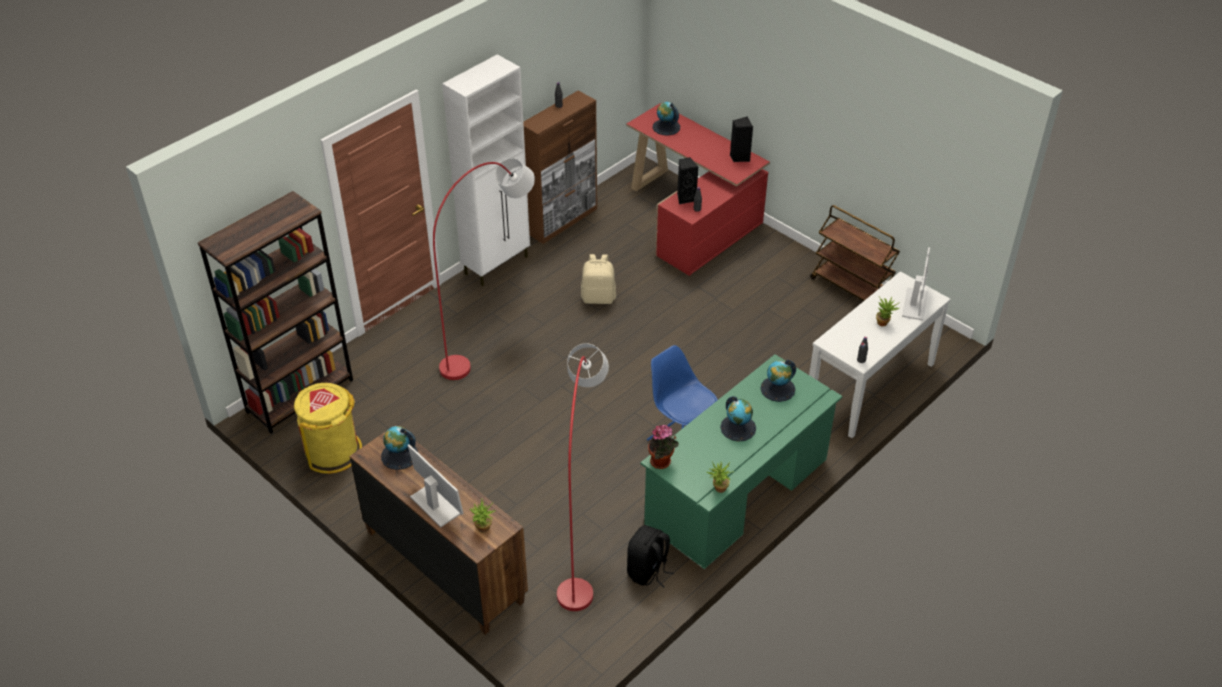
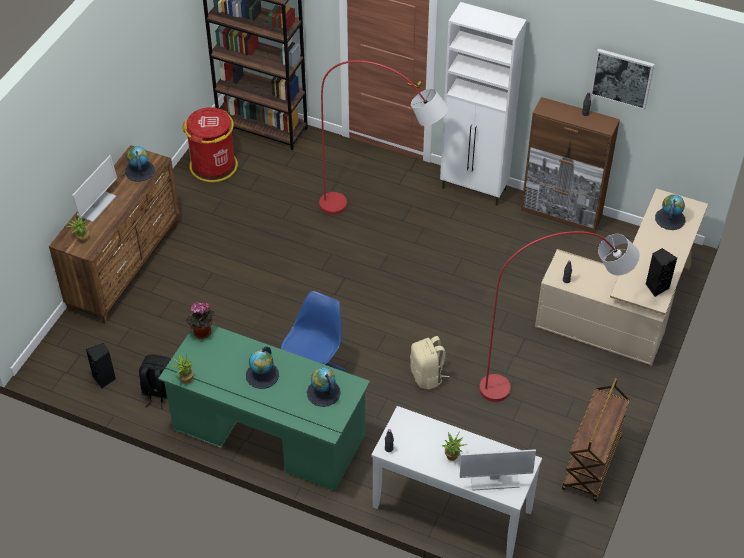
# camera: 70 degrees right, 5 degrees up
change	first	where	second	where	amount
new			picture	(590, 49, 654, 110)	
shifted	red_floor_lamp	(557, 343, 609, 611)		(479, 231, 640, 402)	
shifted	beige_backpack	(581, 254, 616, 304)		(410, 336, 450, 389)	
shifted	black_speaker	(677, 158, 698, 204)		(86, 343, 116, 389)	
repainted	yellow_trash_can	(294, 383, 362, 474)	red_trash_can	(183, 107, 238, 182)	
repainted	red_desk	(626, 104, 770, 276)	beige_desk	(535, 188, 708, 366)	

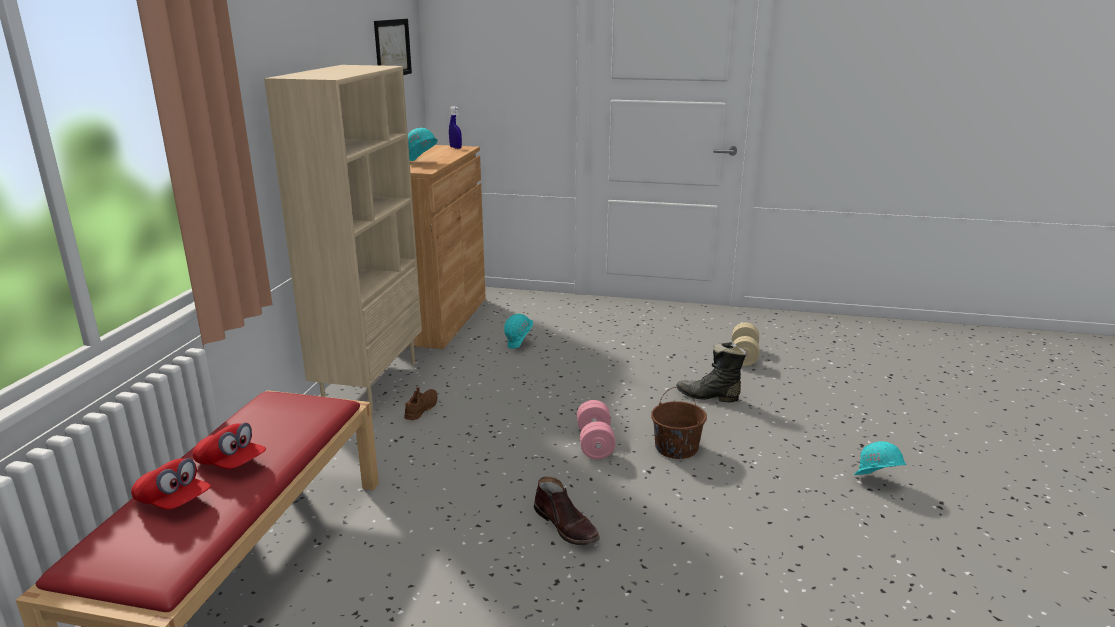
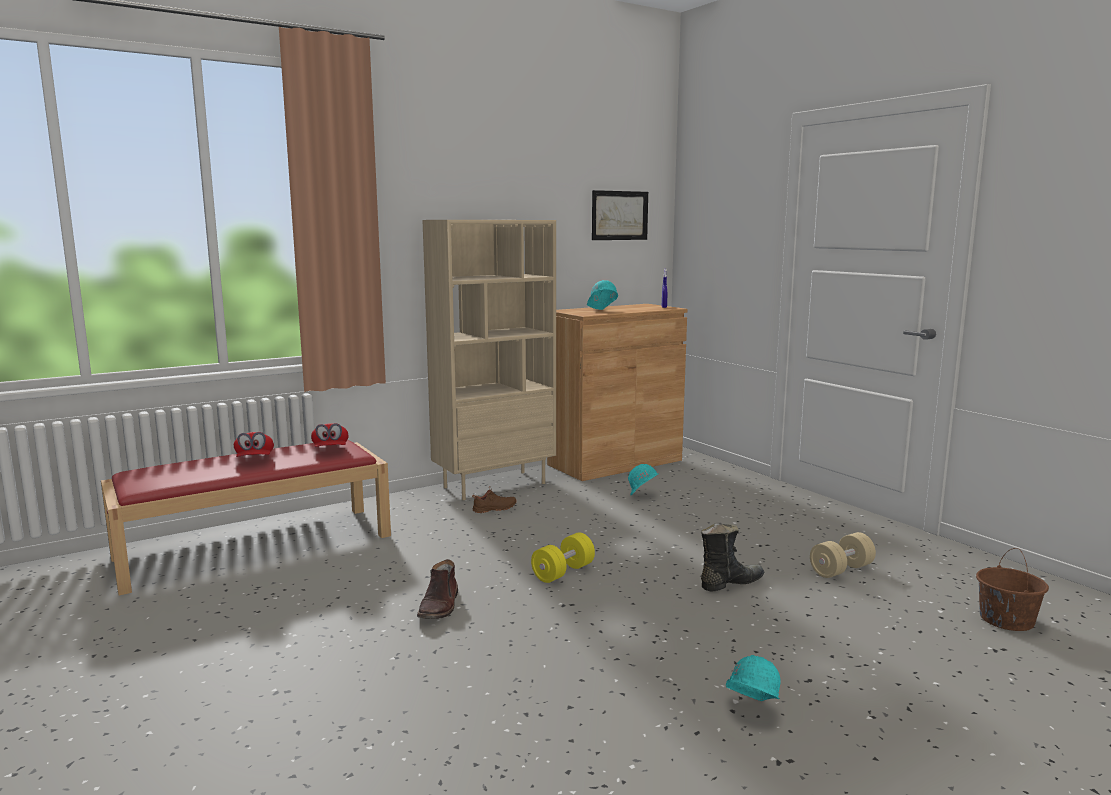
# camera: 45 degrees right, 10 degrees down
change	first	where	second	where	amount
shifted	red_cap	(131, 458, 211, 510)		(311, 423, 348, 447)	
shifted	brown_bucket	(651, 387, 707, 459)		(976, 548, 1049, 631)	
repainted	pink_dumbbell	(577, 400, 616, 459)	yellow_dumbbell	(531, 532, 595, 583)	
rotated	black_boot	(676, 342, 746, 403)		(701, 524, 764, 592)	90 degrees clockwise

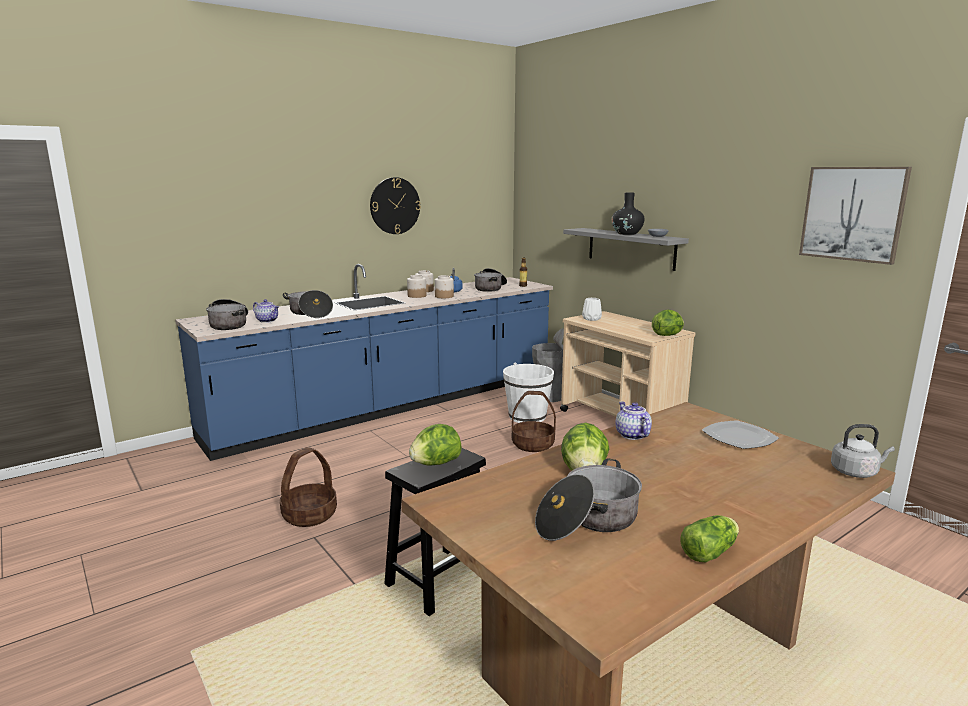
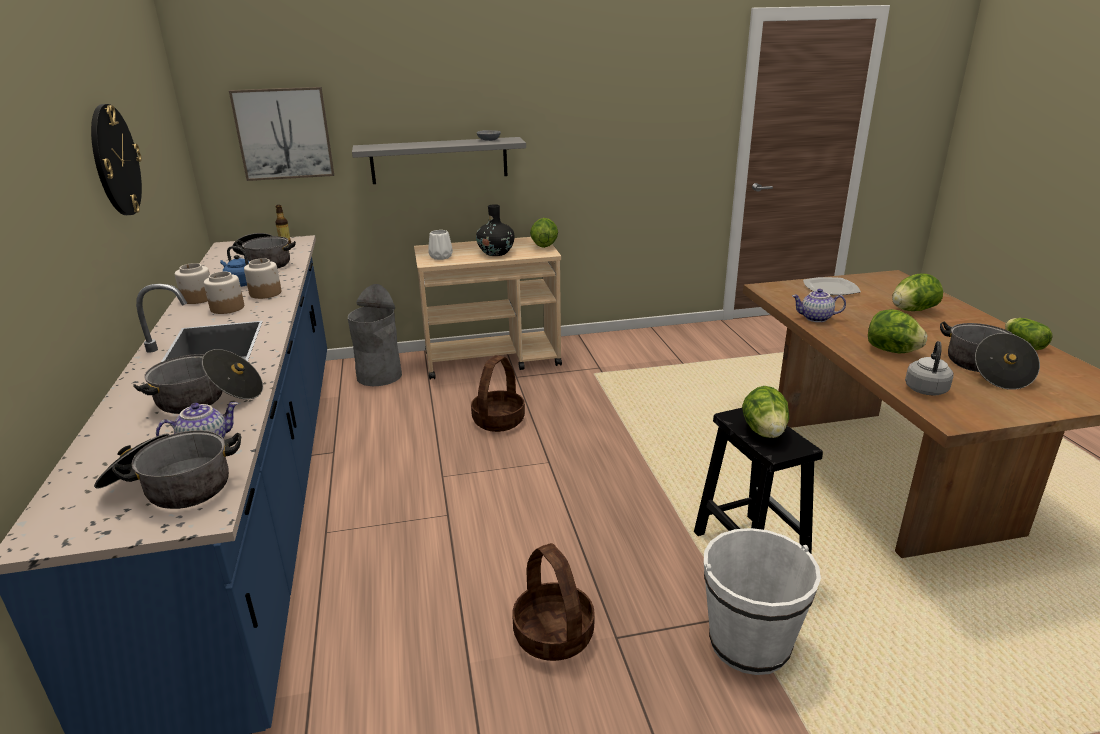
# camera: 65 degrees left, 10 degrees up
change	first	where	second	where	amount
new			lettuce	(892, 273, 943, 311)	
shifted	white_bucket	(503, 363, 554, 423)		(704, 528, 821, 675)	
shifted	black_vase	(612, 193, 644, 235)		(476, 204, 515, 256)	
shifted	picture	(799, 167, 912, 265)		(229, 87, 334, 181)	
shifted	grey_kettle	(831, 424, 895, 478)		(905, 341, 954, 396)	

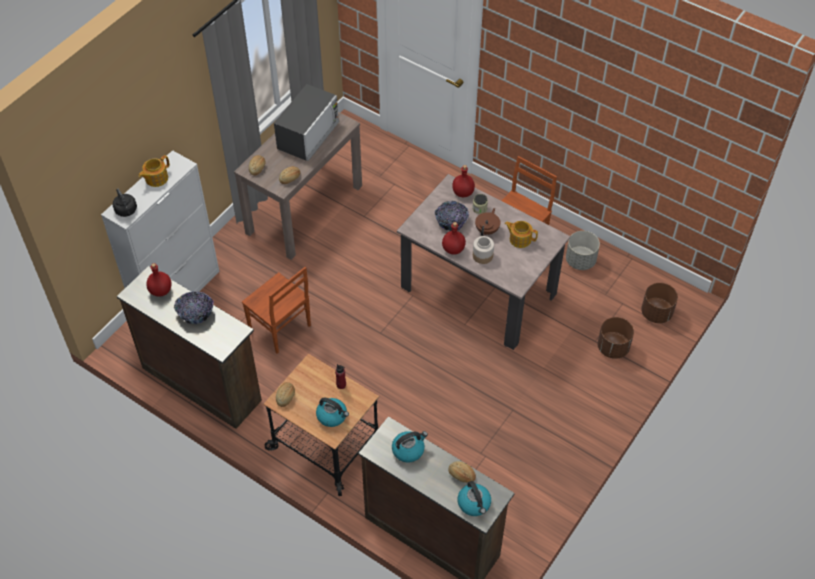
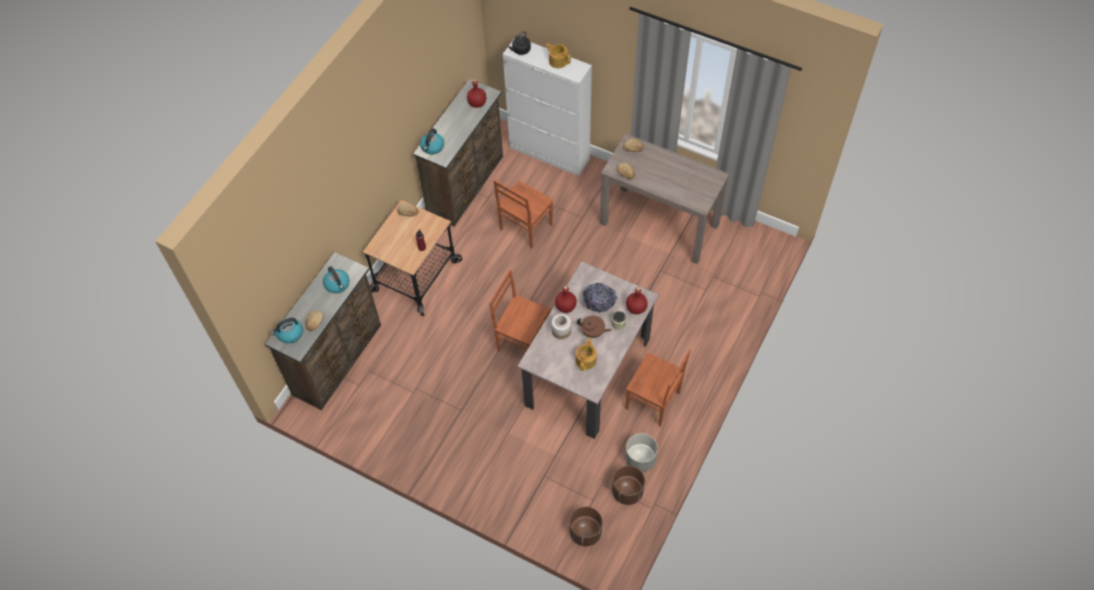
# camera: 85 degrees right, 5 degrees up
change	first	where	second	where	amount
gone	bowl	(174, 291, 214, 324)			
gone	microwave	(274, 84, 339, 161)			
new			brown_chair	(489, 270, 550, 352)	
shifted	kettle	(316, 398, 349, 427)		(420, 128, 444, 154)	
shifted	brown_planter	(598, 317, 634, 359)		(612, 466, 645, 505)	

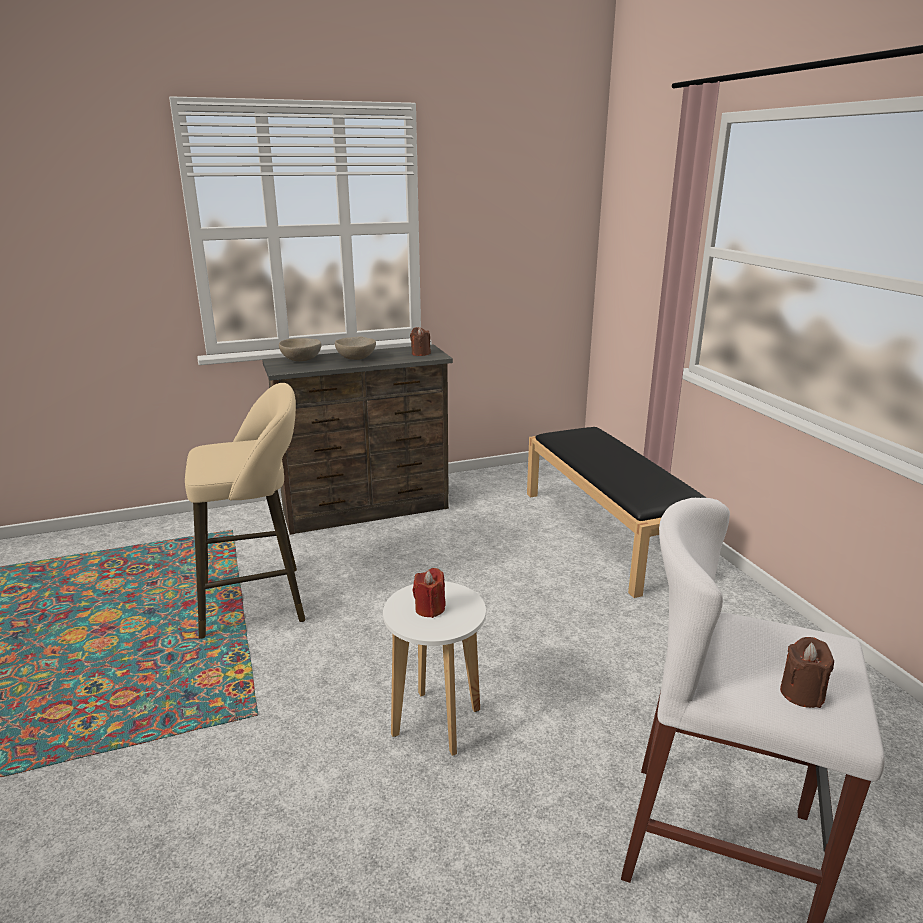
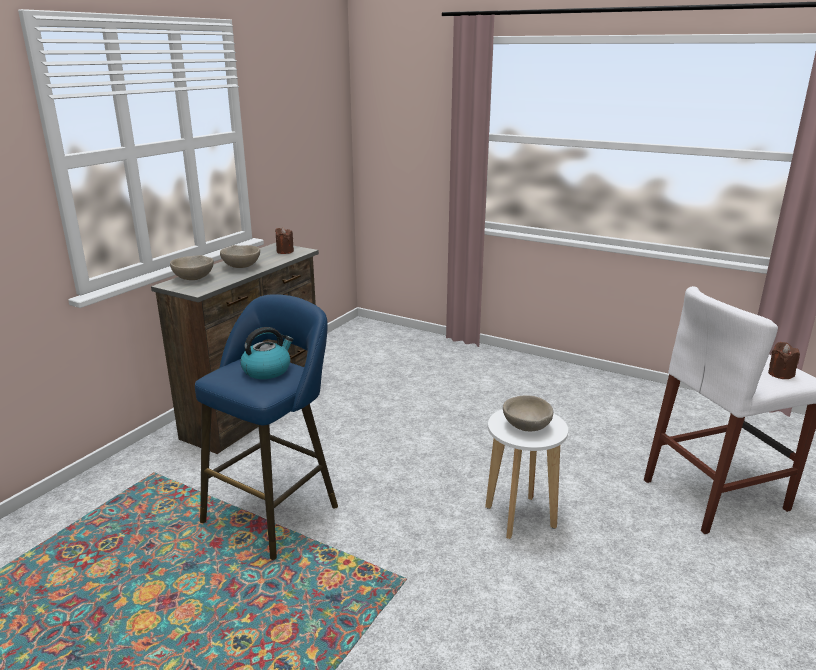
# camera: 40 degrees left, 0 degrees up
change	first	where	second	where	amount
gone	black_bench	(527, 427, 706, 598)			
new			kettle	(241, 327, 294, 379)	
swapped	red_candle	(413, 568, 445, 618)	beige_bowl	(503, 395, 553, 431)	
repainted	beige_stool	(185, 383, 305, 639)	blue_stool	(195, 294, 338, 560)	

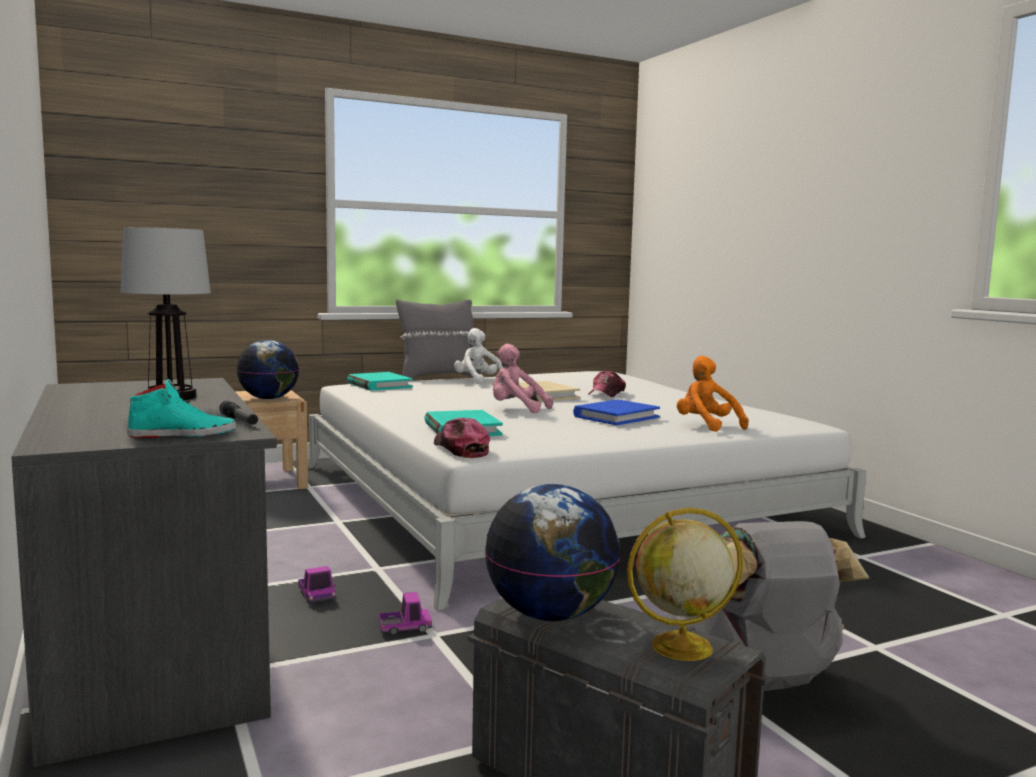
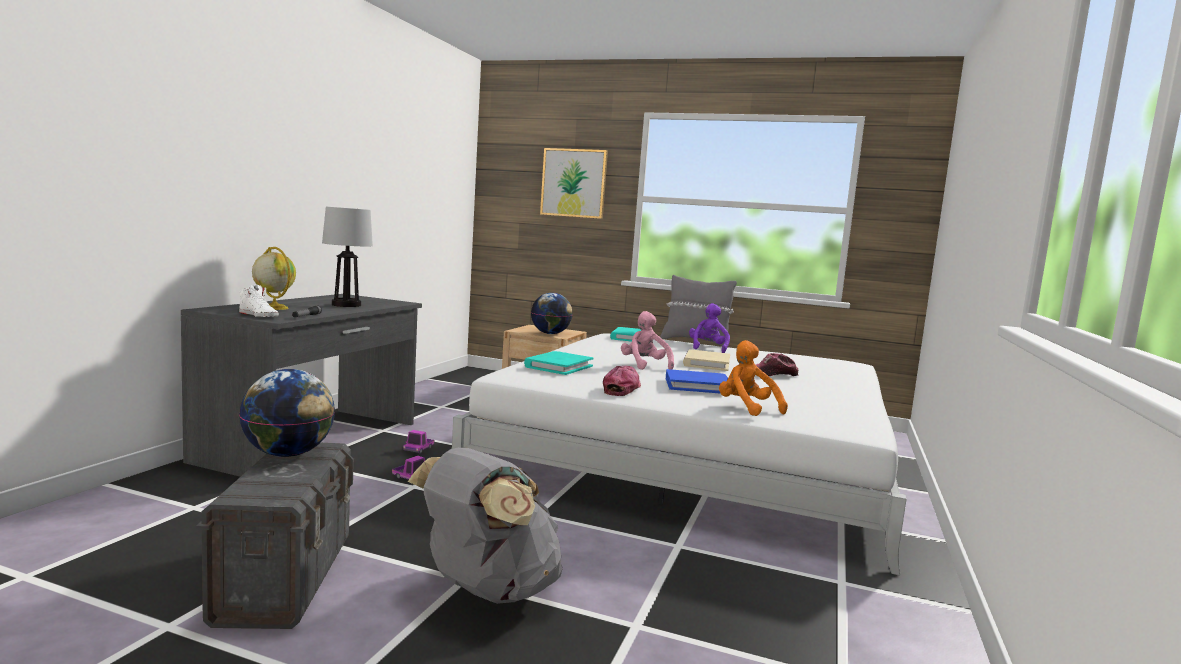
# camera: 45 degrees right, 0 degrees up
change	first	where	second	where	amount
new			picture	(540, 148, 608, 219)	
shifted	cap	(434, 418, 490, 458)		(603, 366, 641, 396)	
shifted	globe	(627, 508, 743, 661)		(252, 247, 296, 310)	
repainted	turquoise_shoe	(127, 379, 236, 438)	white_shoe	(239, 285, 279, 317)	
repainted	white_plush_toy	(454, 328, 503, 384)	purple_plush_toy	(689, 303, 730, 353)	
rotated	orange_plush_toy	(677, 356, 749, 432)		(719, 340, 788, 416)	45 degrees counterclockwise

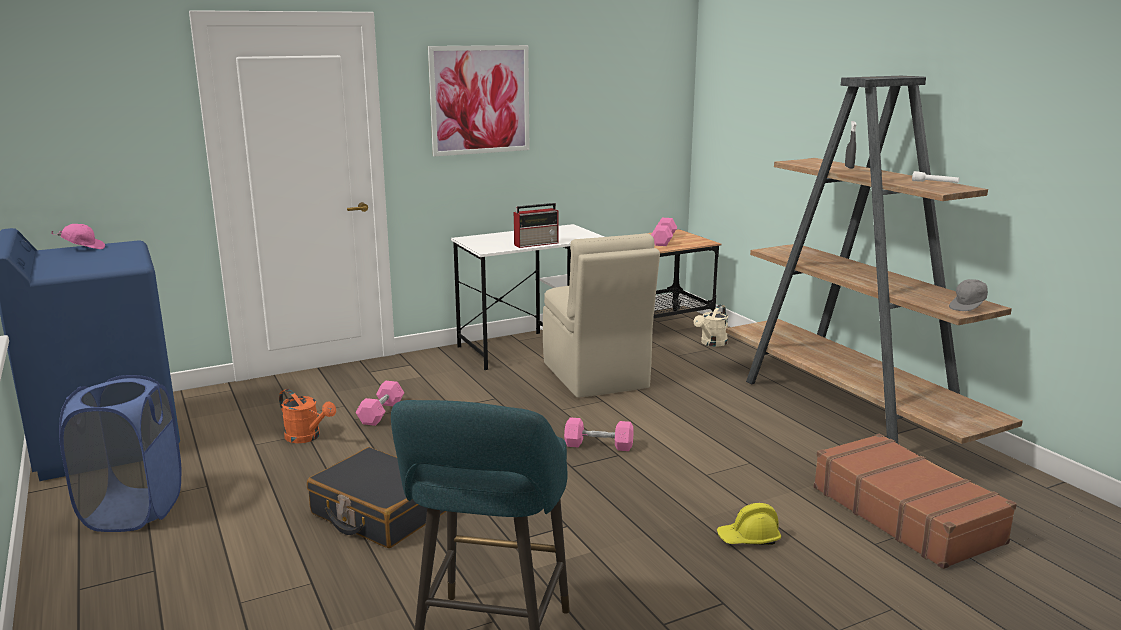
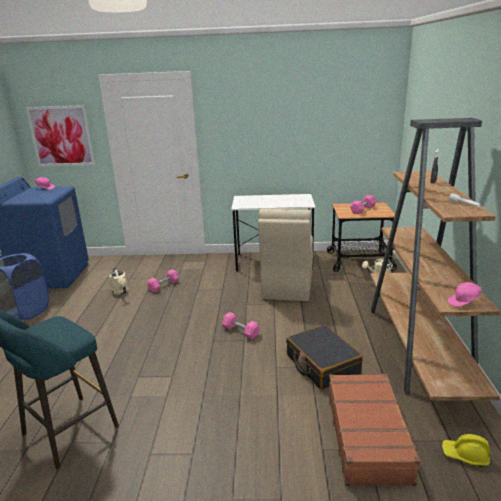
# camera: 30 degrees right, 5 degrees up
change	first	where	second	where	amount
gone	radio	(514, 203, 558, 248)			
shifted	black_suitcase	(307, 447, 446, 548)		(286, 325, 363, 390)	
shifted	picture	(428, 45, 530, 157)		(26, 105, 95, 167)	
shifted	yellow_hard_hat	(717, 503, 781, 545)		(442, 434, 490, 467)	
repainted	orange_watering_can	(279, 389, 336, 443)	beige_watering_can	(109, 267, 129, 295)	
repainted	grey_cap	(949, 279, 988, 311)	pink_cap	(448, 282, 484, 307)	

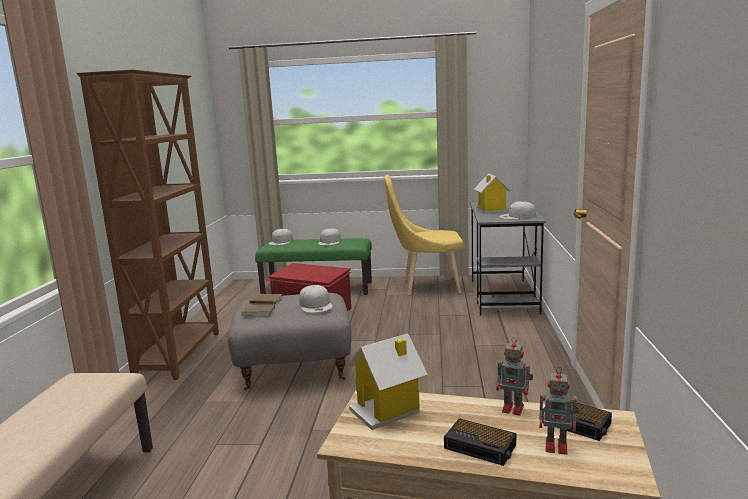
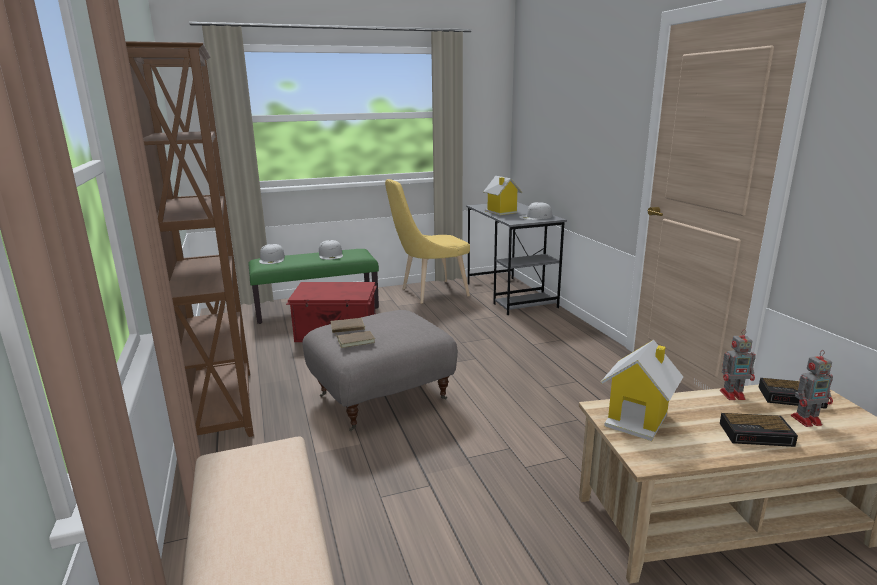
# camera: 25 degrees left, 5 degrees up
change	first	where	second	where	amount
gone	white_cap	(299, 285, 333, 313)			

